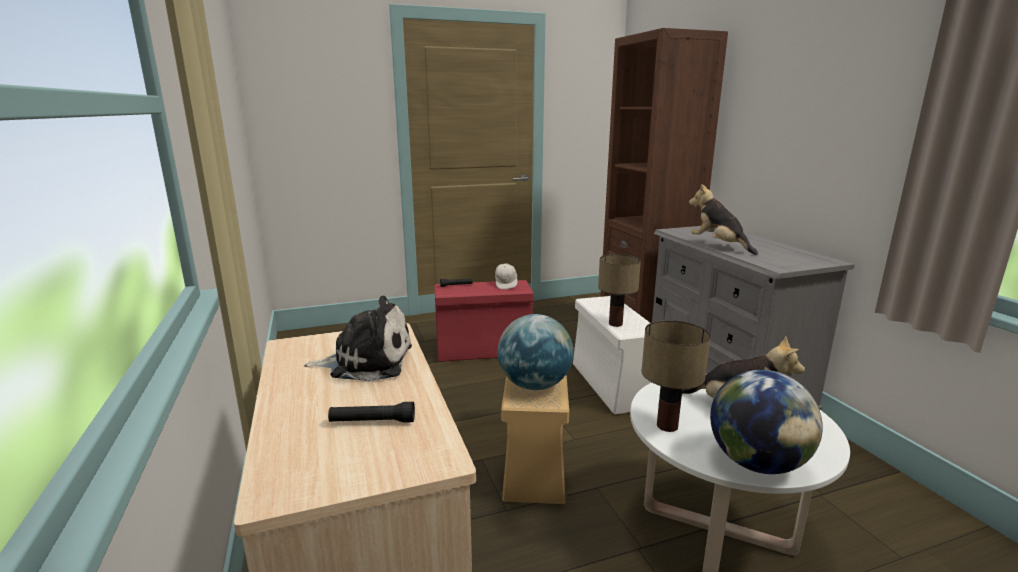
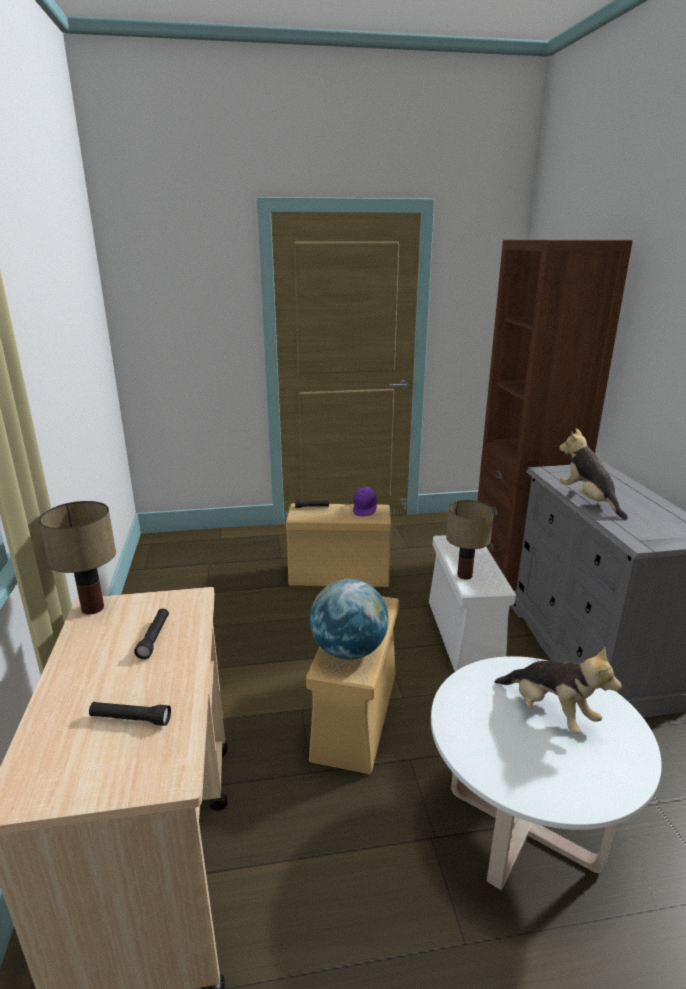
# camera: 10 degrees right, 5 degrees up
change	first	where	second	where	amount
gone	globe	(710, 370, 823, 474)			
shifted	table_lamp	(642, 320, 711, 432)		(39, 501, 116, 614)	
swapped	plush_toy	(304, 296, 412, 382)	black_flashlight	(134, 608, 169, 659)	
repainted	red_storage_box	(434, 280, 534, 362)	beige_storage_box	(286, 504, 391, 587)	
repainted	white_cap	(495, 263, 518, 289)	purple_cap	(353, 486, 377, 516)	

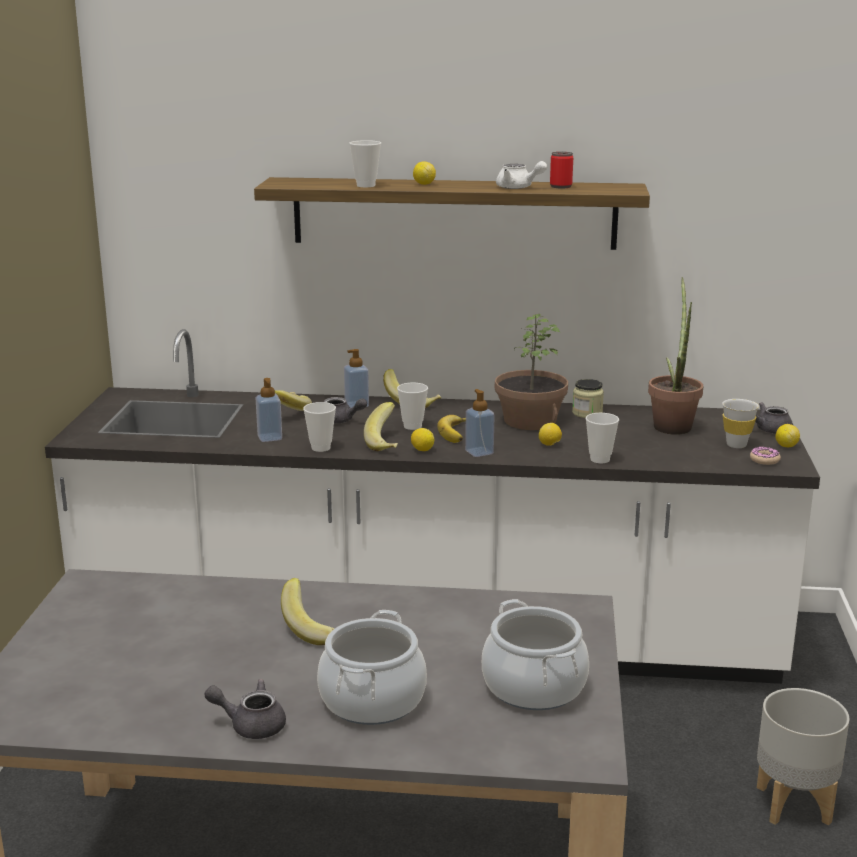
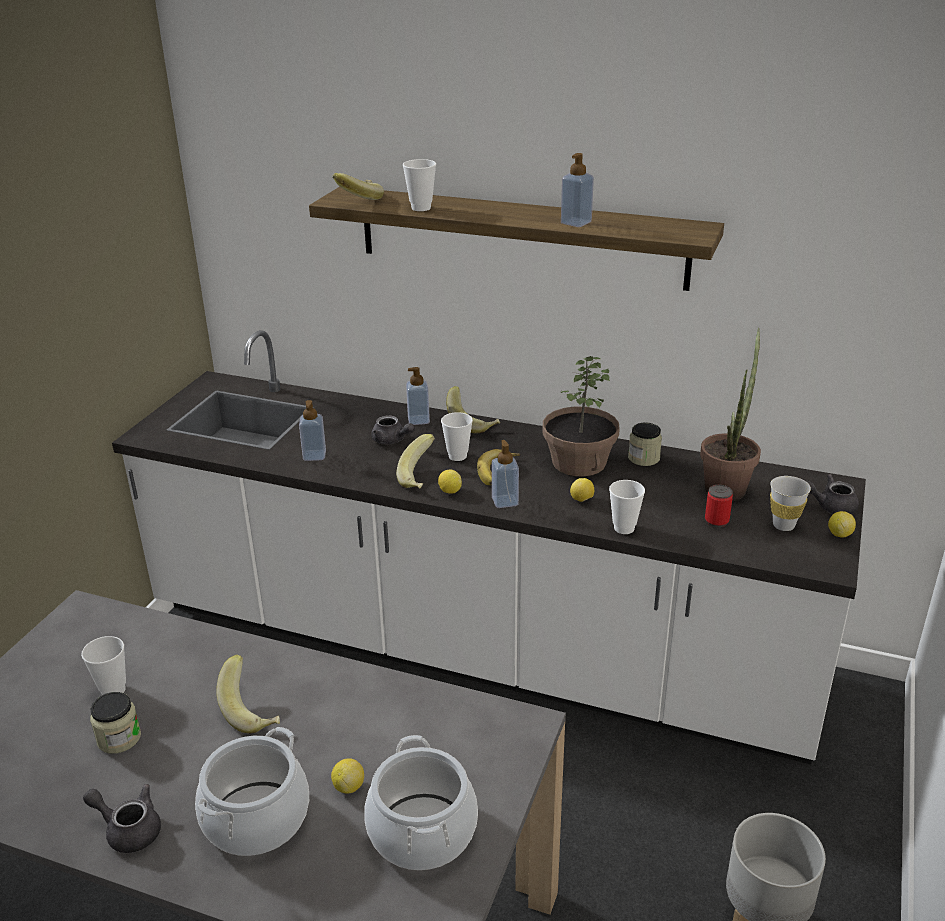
# camera: 15 degrees right, 10 degrees up
change	first	where	second	where	amount
gone	donut	(750, 446, 781, 465)			
new			jar	(90, 692, 141, 754)	
shifted	banana	(275, 390, 312, 411)		(332, 173, 384, 200)	
shifted	cup	(303, 402, 336, 452)		(81, 636, 126, 695)	
shifted	lemon	(413, 161, 436, 185)		(331, 758, 364, 794)	
shifted	can	(550, 152, 573, 188)		(705, 485, 733, 527)	
swapped	white_teapot	(496, 161, 547, 189)	soap_dispenser	(561, 153, 594, 227)	

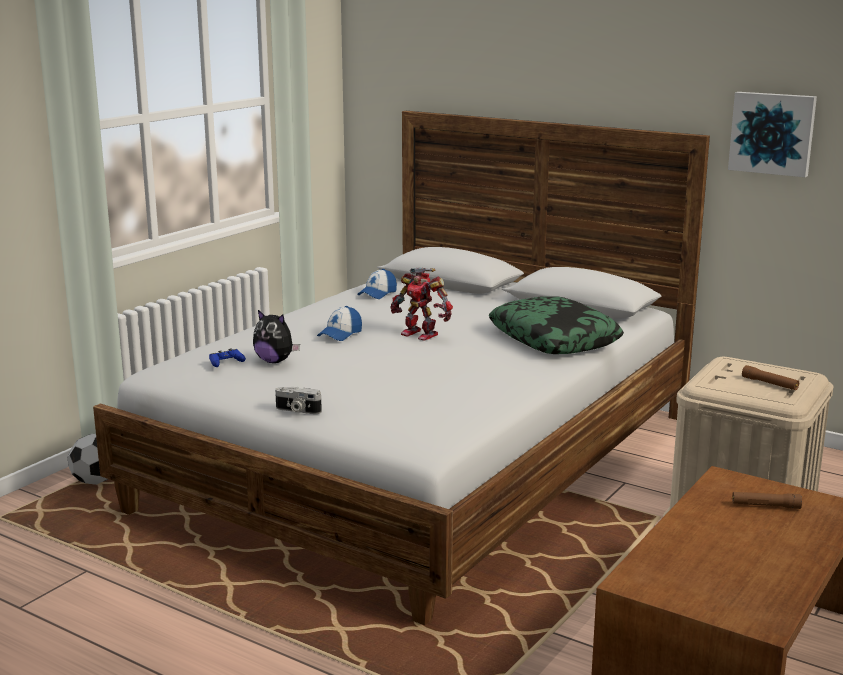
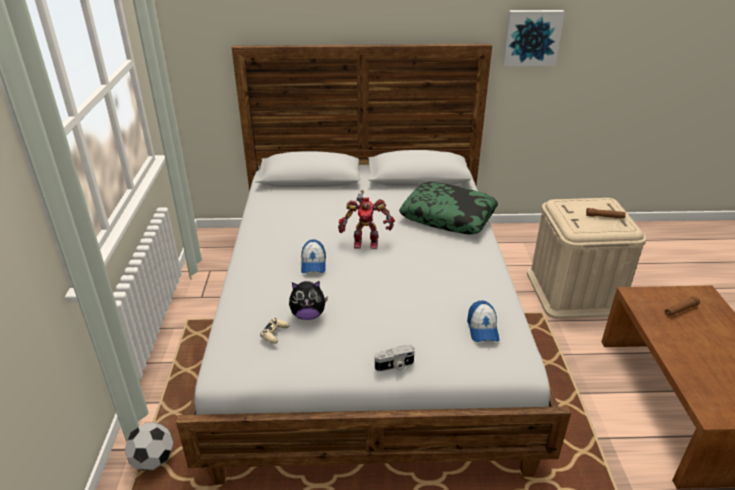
# camera: 35 degrees left, 15 degrees up
change	first	where	second	where	amount
shifted	cap	(357, 269, 397, 299)		(467, 300, 500, 342)	
repainted	blue_game_controller	(209, 349, 246, 367)	beige_game_controller	(260, 318, 290, 344)	

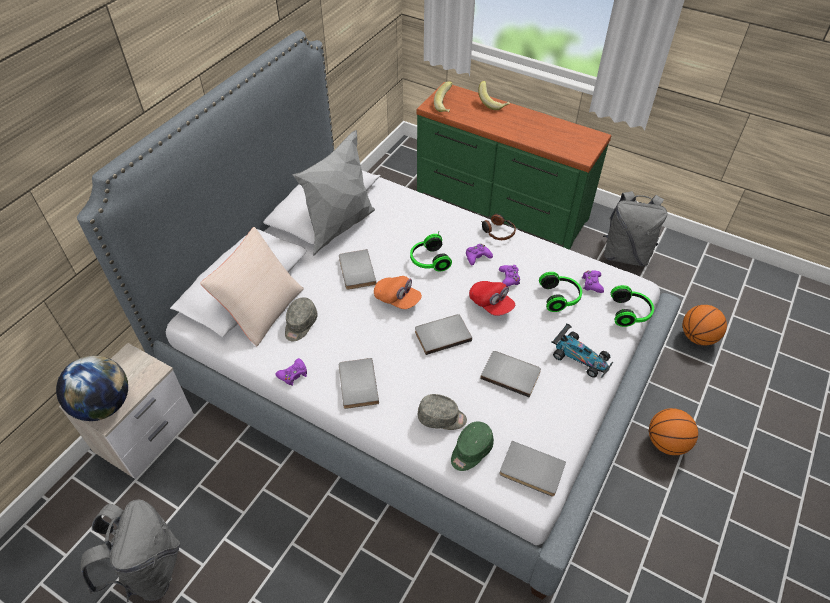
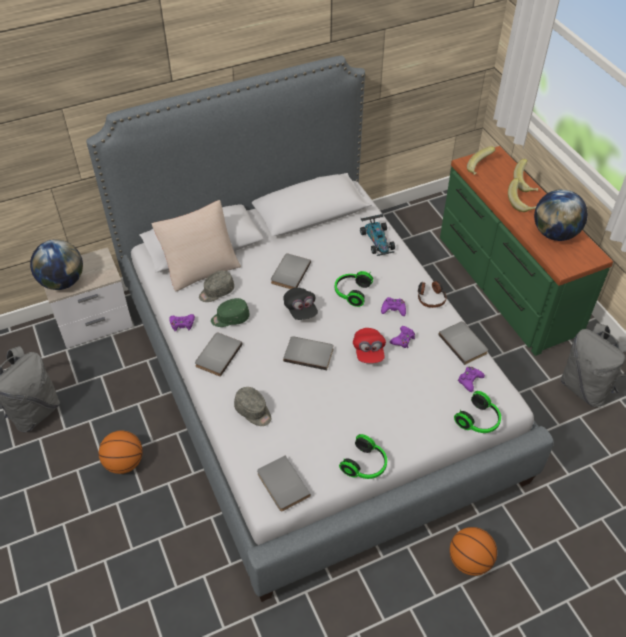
# camera: 35 degrees right, 0 degrees up
change	first	where	second	where	amount
gone	grey_pillow	(292, 130, 375, 256)			
new			banana	(508, 178, 536, 212)	
new			globe	(534, 189, 588, 241)	
shifted	green_cap	(451, 421, 494, 471)		(211, 298, 250, 327)	
shifted	grey_book	(480, 351, 541, 398)		(438, 322, 488, 365)	
shifted	headphones	(539, 272, 582, 312)		(339, 434, 387, 479)	
shifted	toy_car	(551, 323, 613, 378)		(360, 214, 395, 256)	
shifted	basketball	(683, 305, 727, 345)		(99, 430, 143, 474)	
repainted	orange_cap	(374, 276, 422, 309)	black_cap	(283, 288, 318, 320)	

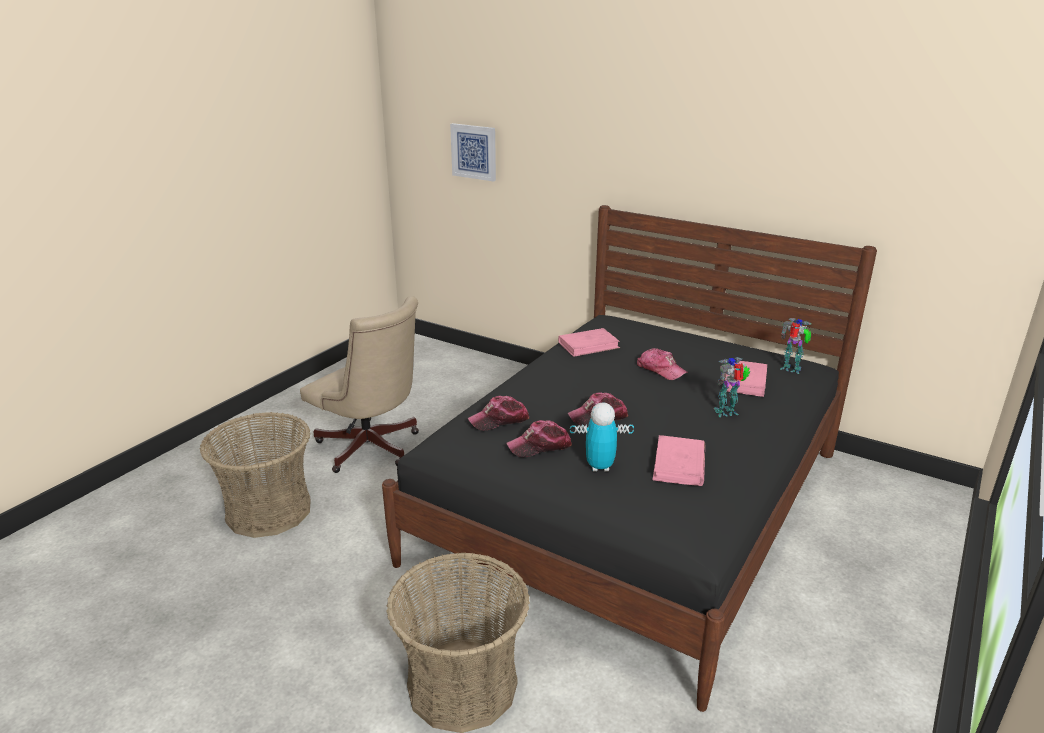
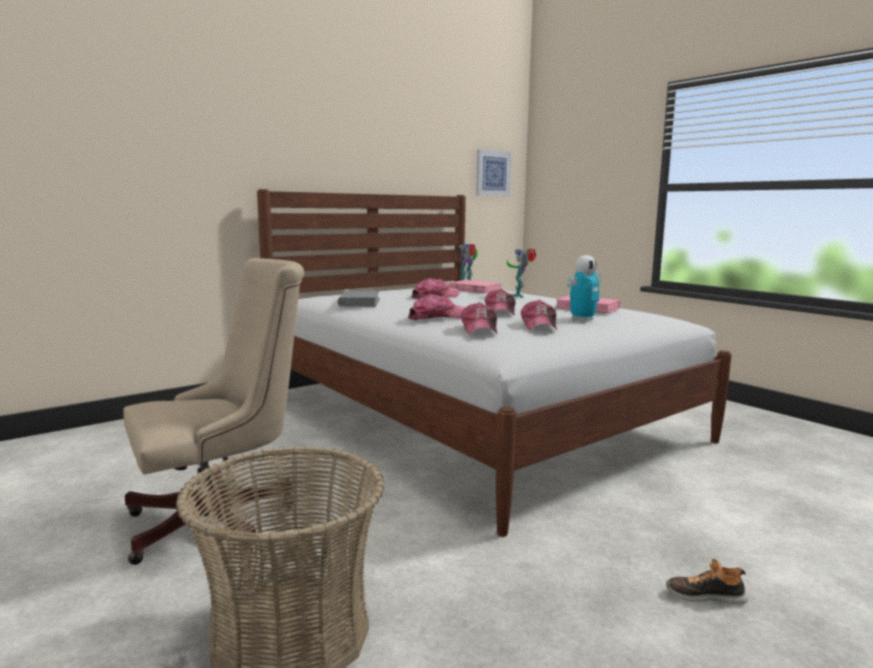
# camera: 70 degrees left, 15 degrees down
change	first	where	second	where	amount
gone	basket	(386, 552, 530, 733)			
new			cap	(408, 294, 465, 320)	
new			shoe	(666, 559, 748, 604)	
shifted	picture	(450, 123, 496, 182)		(476, 149, 512, 196)	
repainted	black_bed	(382, 205, 877, 712)	white_bed	(257, 189, 732, 537)	
repainted	pink_book	(558, 328, 620, 357)	grey_book	(338, 291, 380, 307)	
rotated	toy_robot	(570, 402, 634, 472)		(567, 255, 602, 322)	150 degrees counterclockwise

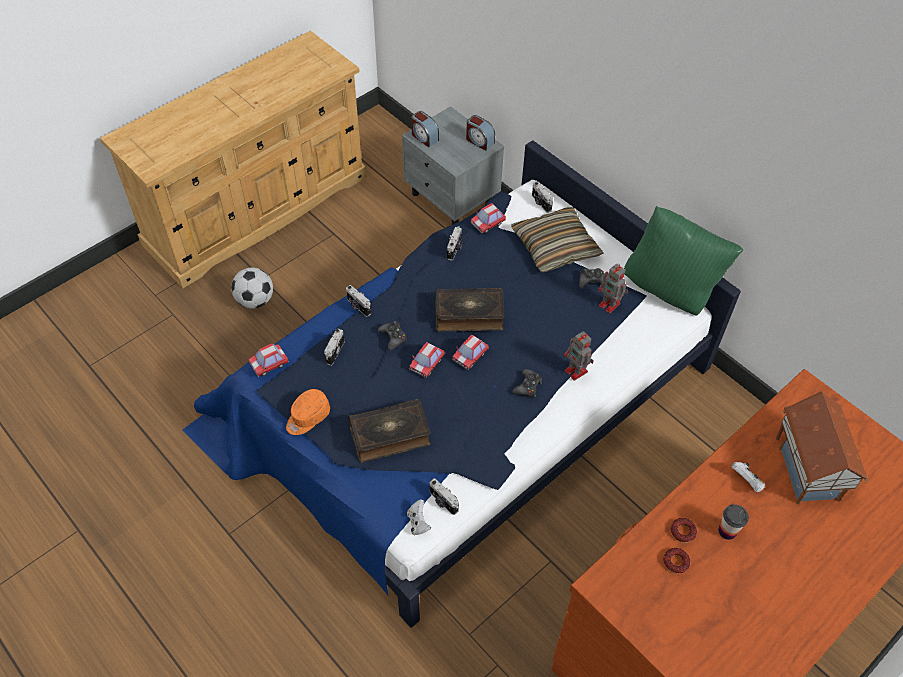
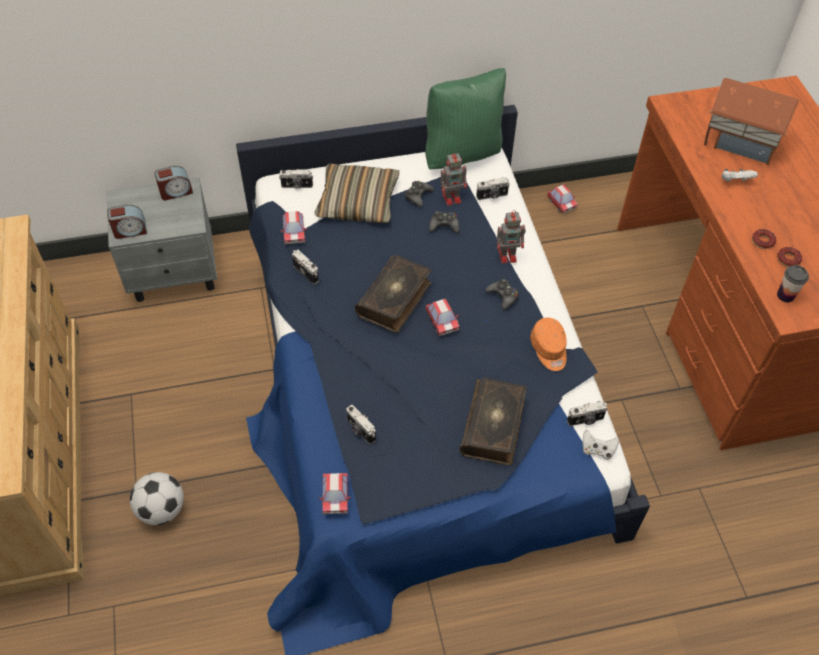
# camera: 60 degrees left, 0 degrees up
change	first	where	second	where	amount
shifted	orange_cap	(286, 389, 330, 435)		(530, 318, 567, 371)	
shifted	photo_camera	(346, 285, 371, 317)		(476, 177, 510, 200)	
shifted	black_game_controller	(378, 321, 407, 351)		(429, 211, 459, 233)	
shifted	toy_car	(409, 342, 445, 378)		(547, 184, 577, 214)	
shifted	cup	(718, 504, 749, 540)		(777, 265, 809, 302)	

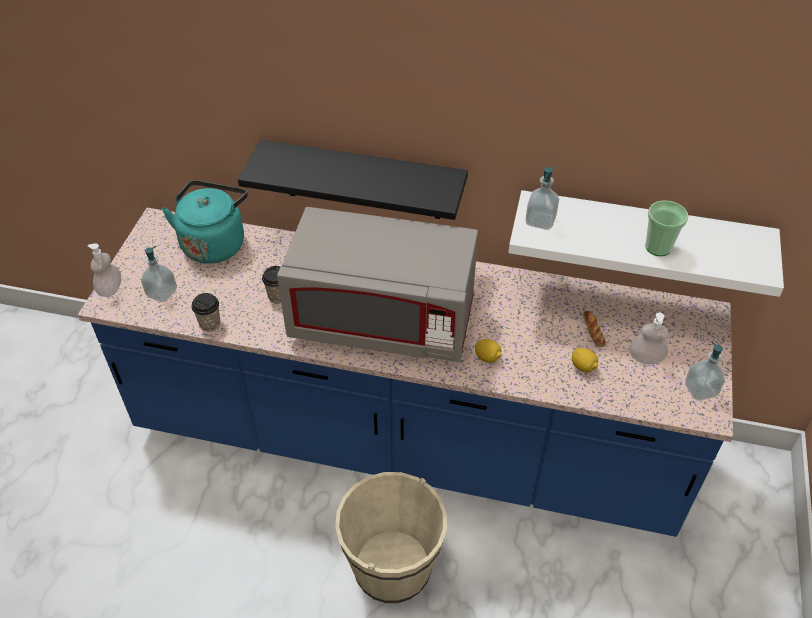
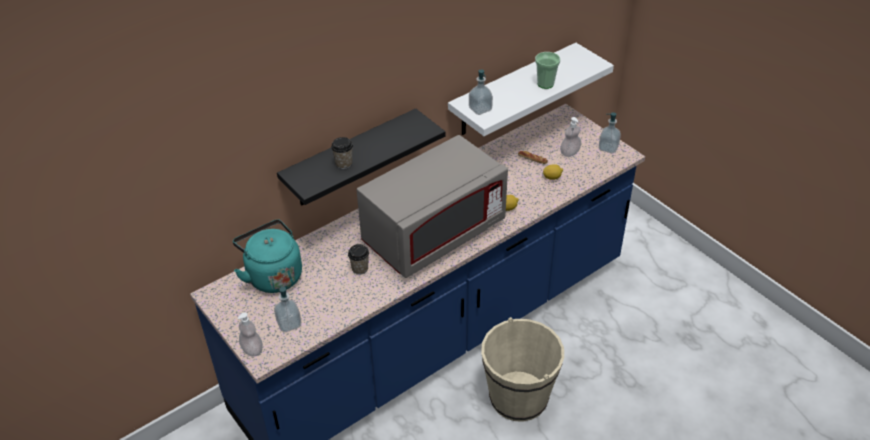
# camera: 50 degrees left, 5 degrees down
change	first	where	second	where	amount
shifted	cup	(191, 293, 220, 331)		(331, 137, 353, 169)	

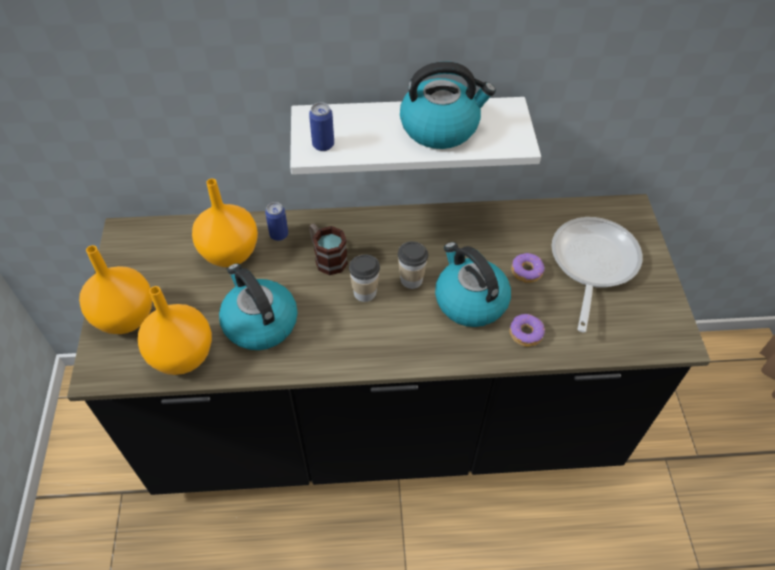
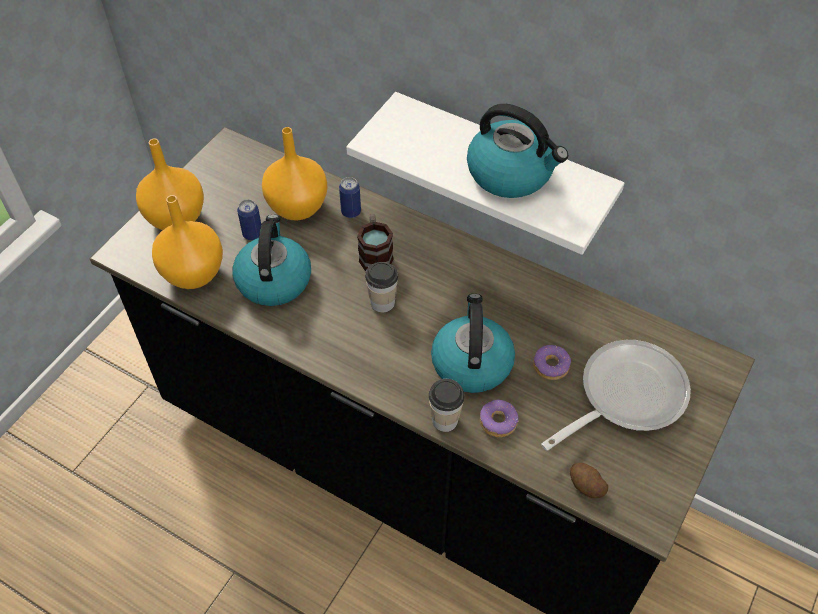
# camera: 35 degrees right, 0 degrees up
change	first	where	second	where	amount
new			potato	(570, 462, 608, 498)	
shifted	can	(309, 102, 334, 151)		(237, 199, 261, 241)	
shifted	cup	(398, 241, 428, 289)		(429, 379, 465, 432)	

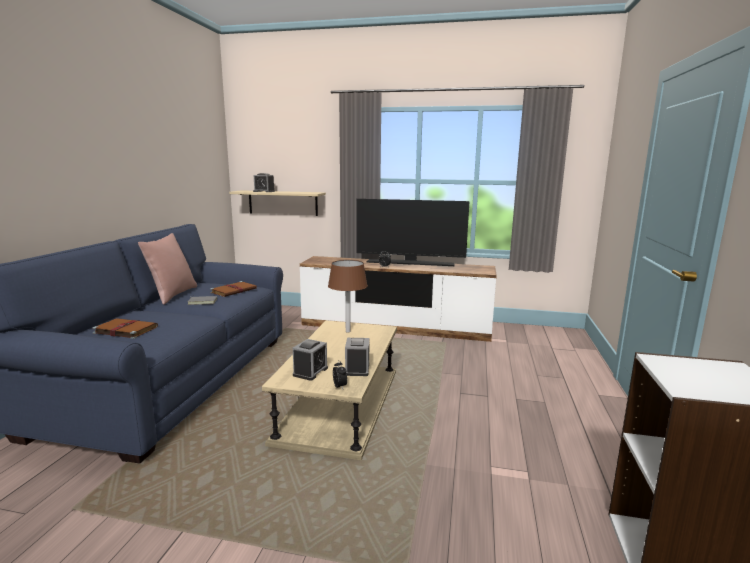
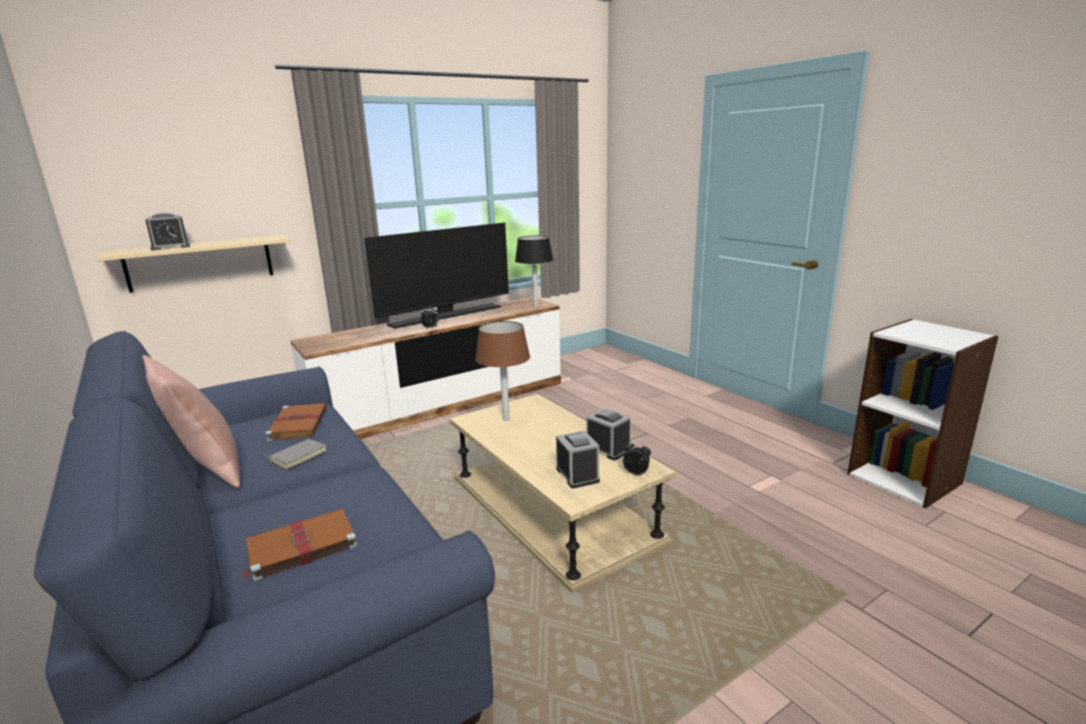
# camera: 45 degrees left, 5 degrees up
change	first	where	second	where	amount
new			black_table_lamp	(515, 235, 553, 307)	

